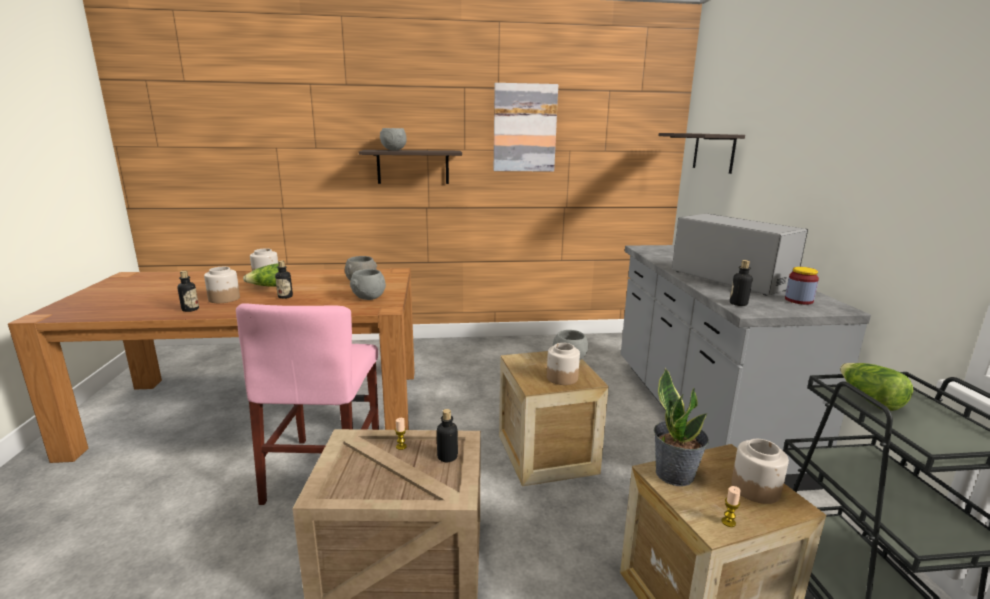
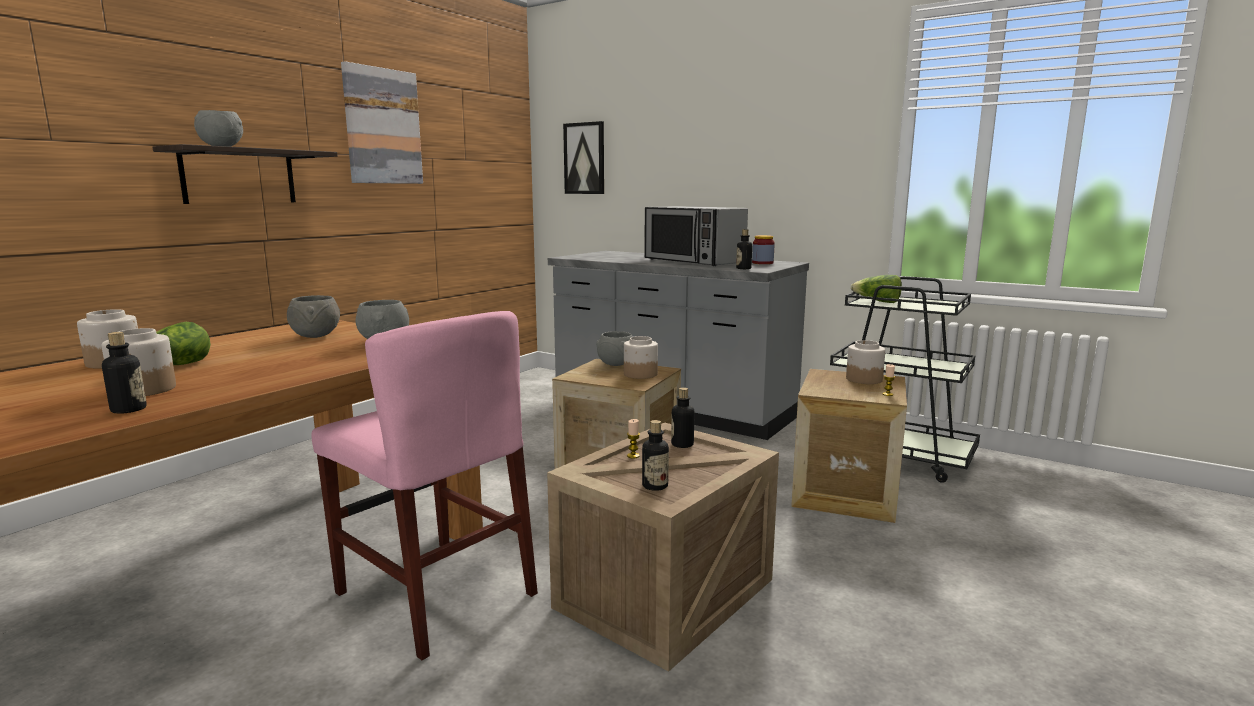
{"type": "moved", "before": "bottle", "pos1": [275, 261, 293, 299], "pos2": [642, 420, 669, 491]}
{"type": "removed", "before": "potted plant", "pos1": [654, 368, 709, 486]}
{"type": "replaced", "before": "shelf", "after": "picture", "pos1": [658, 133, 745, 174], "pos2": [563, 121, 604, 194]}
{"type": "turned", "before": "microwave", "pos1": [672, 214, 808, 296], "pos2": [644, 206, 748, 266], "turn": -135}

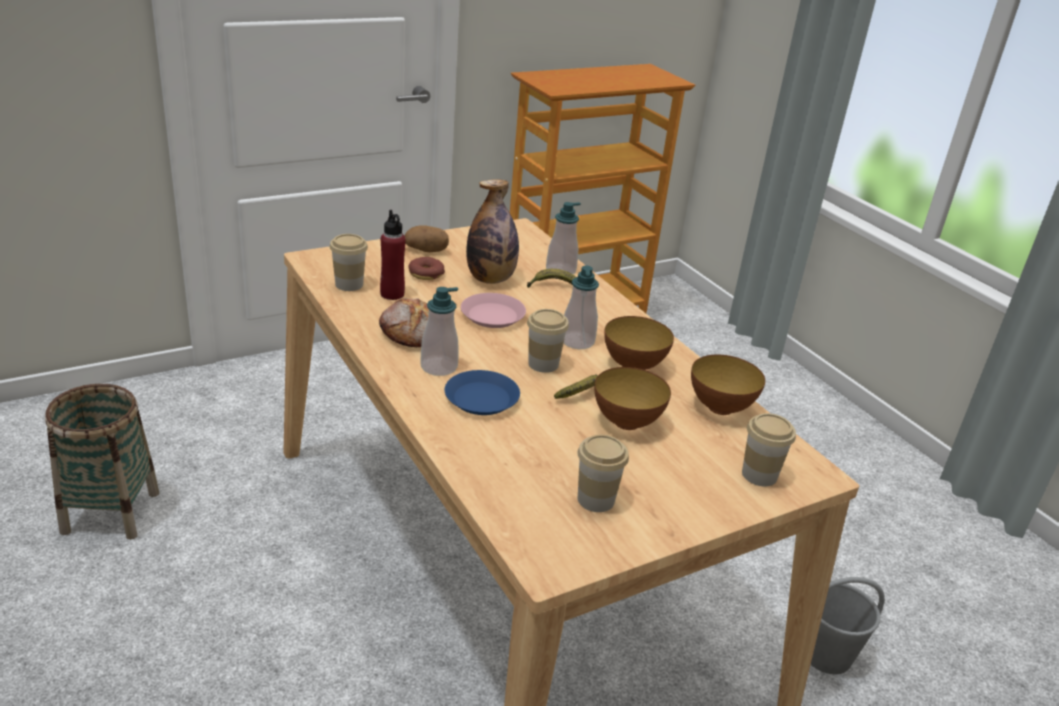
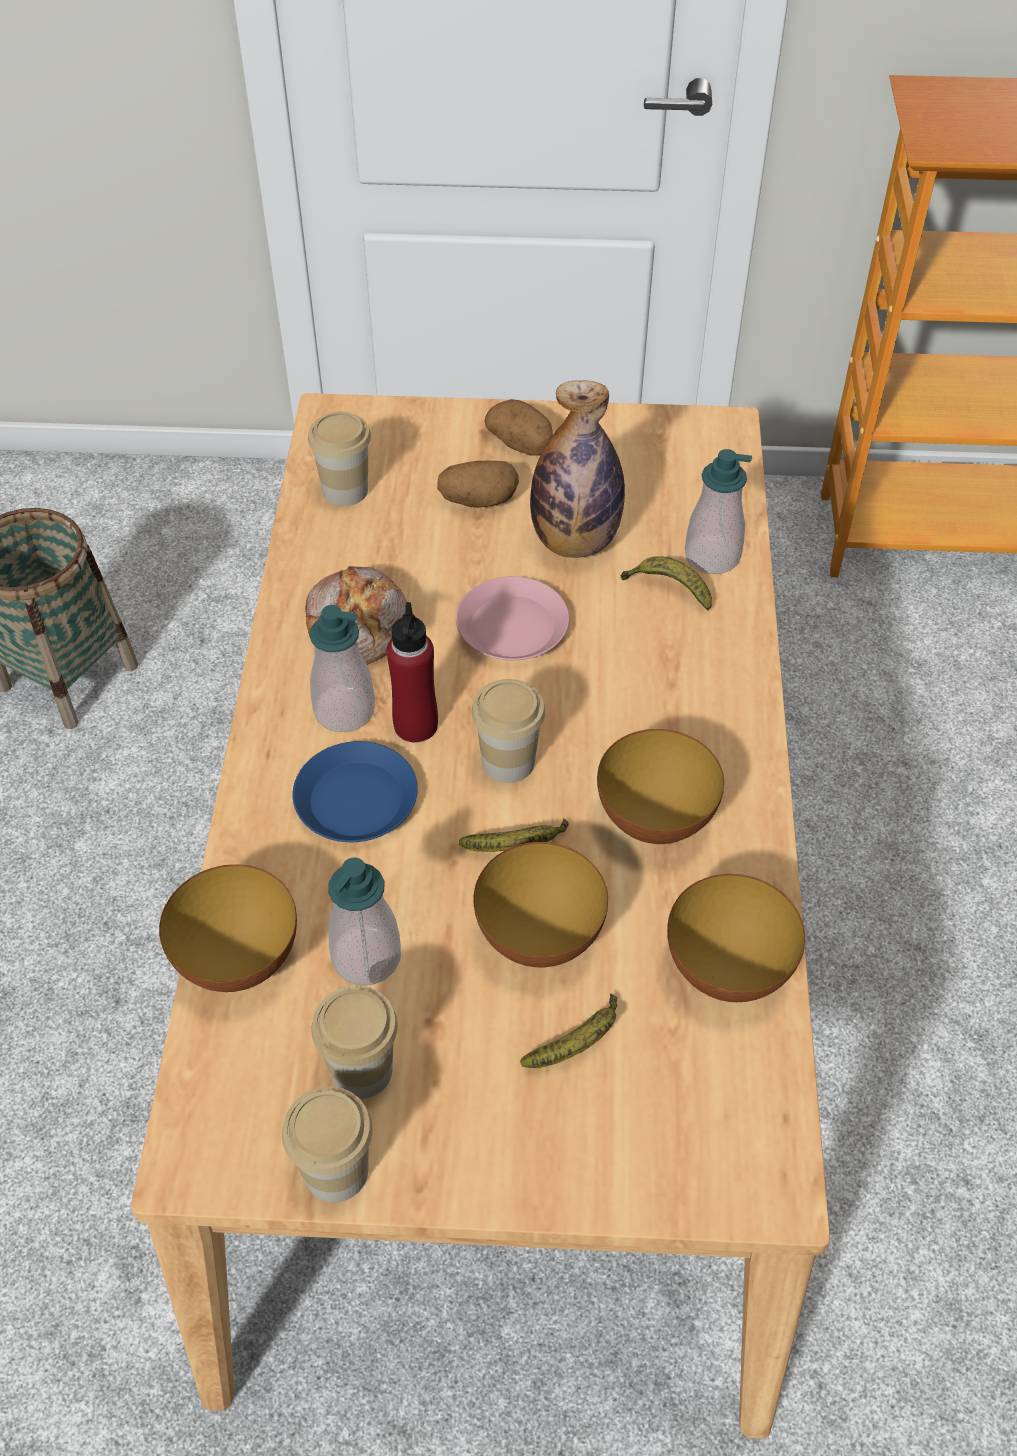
{"type": "moved", "before": "bottle (red)", "pos1": [380, 210, 405, 300], "pos2": [387, 602, 438, 743]}
{"type": "replaced", "before": "donut", "after": "potato", "pos1": [408, 257, 445, 280], "pos2": [437, 461, 519, 508]}
{"type": "moved", "before": "soap dispenser", "pos1": [564, 266, 599, 349], "pos2": [328, 858, 401, 985]}
{"type": "moved", "before": "cup", "pos1": [742, 413, 796, 487], "pos2": [282, 1086, 373, 1202]}
{"type": "removed", "before": "bucket (grey)", "pos1": [811, 577, 885, 674]}
{"type": "added", "after": "bowl", "pos2": [159, 864, 297, 992]}
{"type": "added", "after": "banana", "pos2": [520, 993, 618, 1068]}

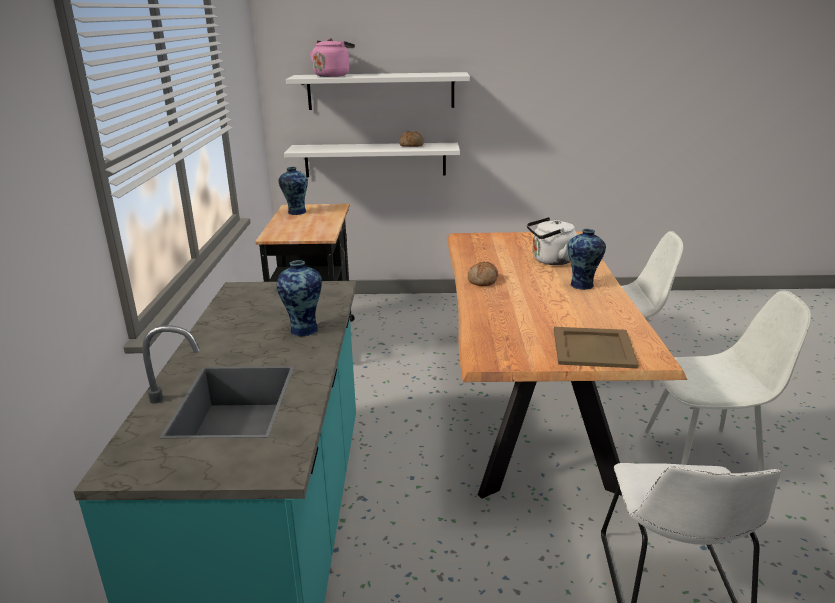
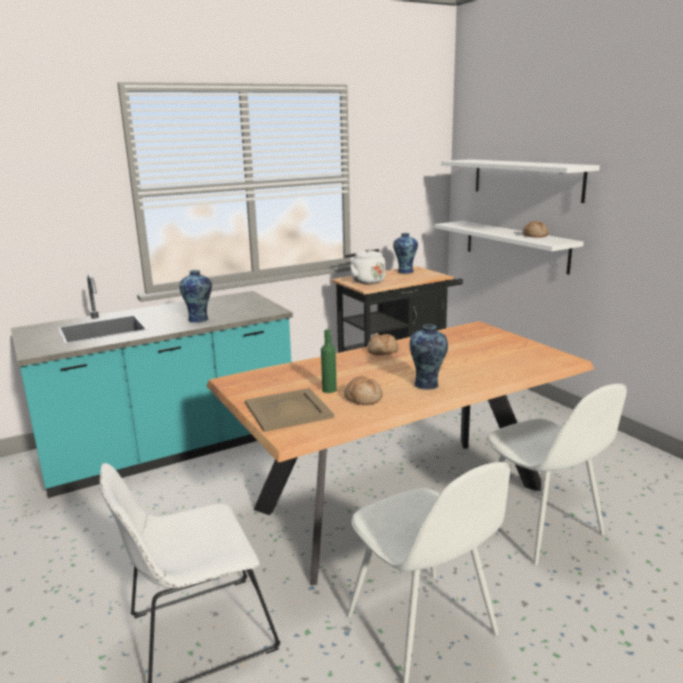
{"type": "removed", "before": "kettle (pink)", "pos1": [310, 38, 355, 77]}
{"type": "moved", "before": "kettle (white)", "pos1": [527, 217, 577, 265], "pos2": [345, 249, 385, 284]}
{"type": "added", "after": "bottle (green)", "pos2": [321, 329, 337, 393]}
{"type": "added", "after": "bread", "pos2": [344, 376, 383, 405]}

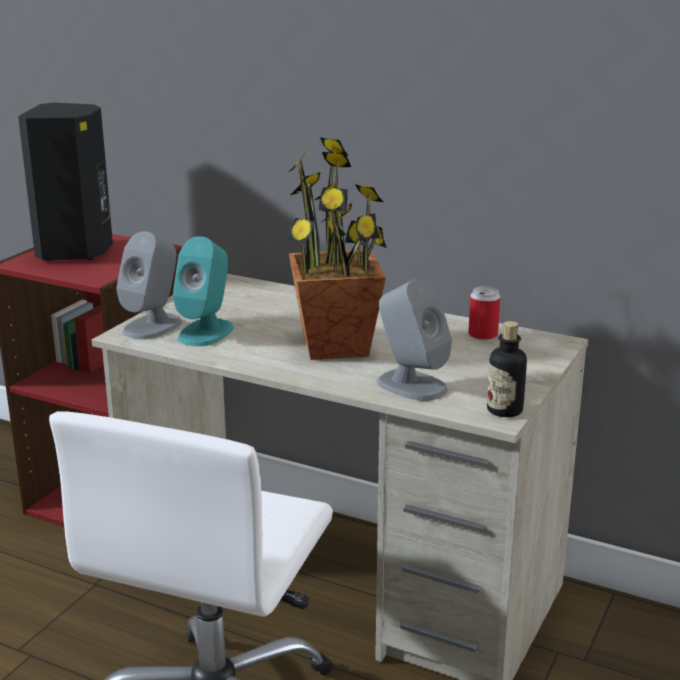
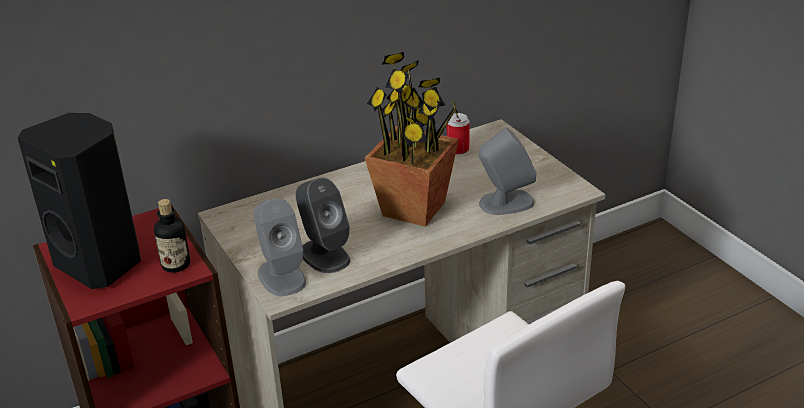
{"type": "recoloured", "before": "speaker (turquoise)", "after": "speaker (grey)", "pos1": [173, 236, 233, 346], "pos2": [296, 178, 350, 273]}
{"type": "moved", "before": "bottle", "pos1": [487, 321, 527, 417], "pos2": [154, 199, 190, 273]}

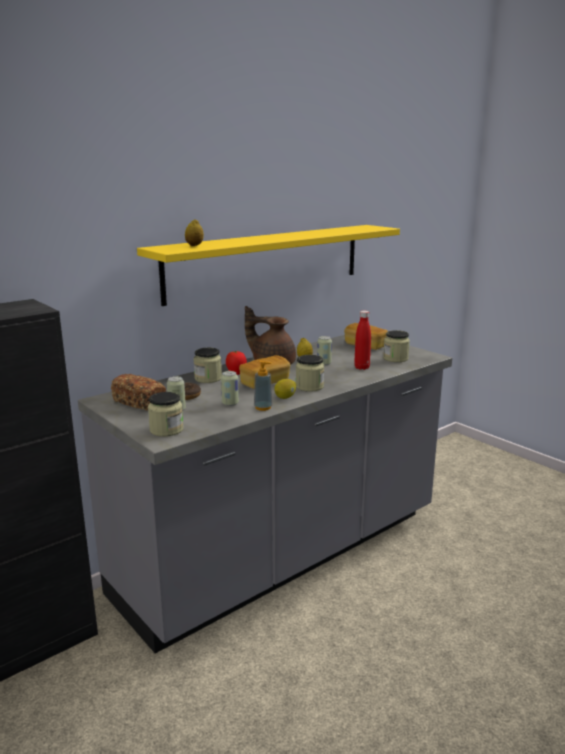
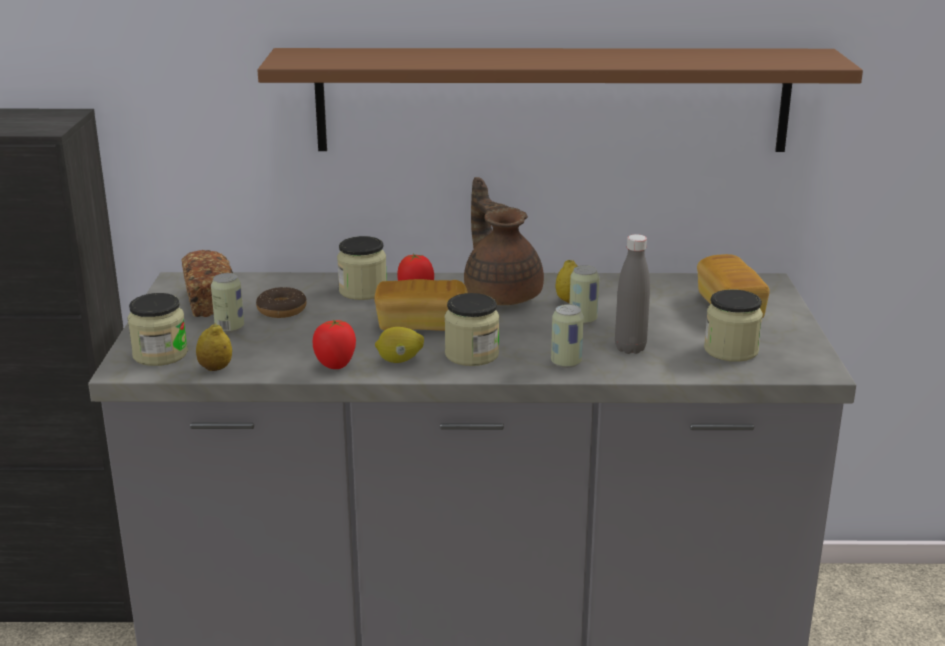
{"type": "recoloured", "before": "shelf (yellow)", "after": "shelf (brown)", "pos1": [137, 225, 400, 306], "pos2": [257, 48, 863, 152]}
{"type": "moved", "before": "lemon", "pos1": [185, 219, 204, 246], "pos2": [196, 323, 232, 371]}
{"type": "moved", "before": "can", "pos1": [221, 371, 239, 406], "pos2": [551, 304, 584, 368]}
{"type": "replaced", "before": "soap dispenser", "after": "tomato", "pos1": [254, 360, 273, 411], "pos2": [313, 319, 356, 369]}
{"type": "recoloured", "before": "bottle (red)", "after": "bottle (grey)", "pos1": [354, 311, 371, 370], "pos2": [615, 234, 650, 354]}

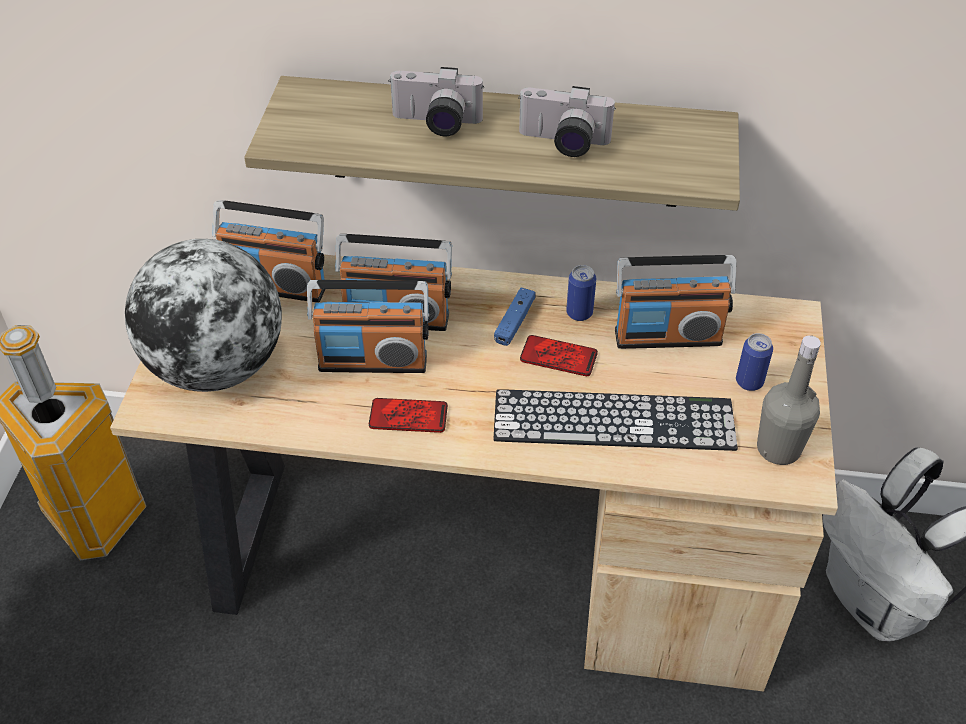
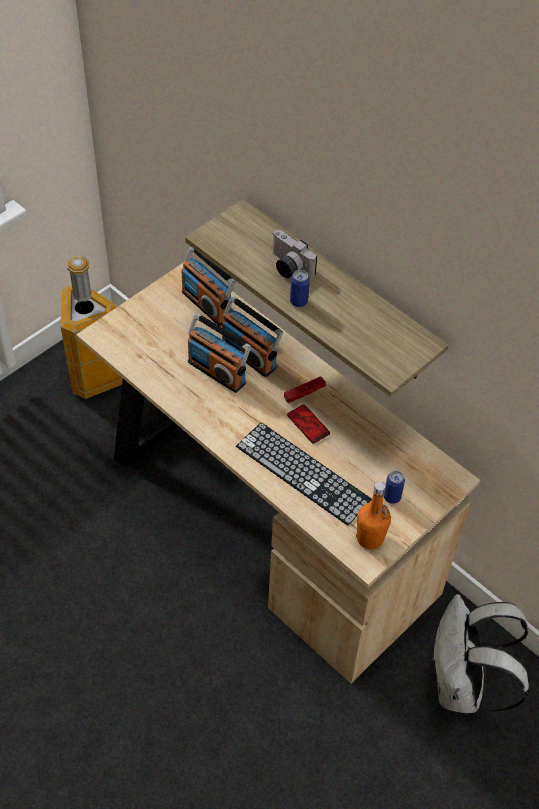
{"type": "removed", "before": "globe", "pos1": [125, 239, 282, 392]}
{"type": "removed", "before": "phone", "pos1": [369, 398, 448, 433]}
{"type": "recoloured", "before": "game controller (blue)", "after": "game controller (red)", "pos1": [494, 288, 535, 346], "pos2": [284, 376, 326, 403]}
{"type": "removed", "before": "photo camera", "pos1": [518, 86, 616, 157]}
{"type": "moved", "before": "can", "pos1": [566, 265, 596, 321], "pos2": [290, 270, 310, 307]}
{"type": "removed", "before": "radio", "pos1": [615, 255, 736, 349]}
{"type": "recoloured", "before": "bottle (grey)", "after": "bottle (orange)", "pos1": [757, 335, 821, 465], "pos2": [356, 482, 391, 550]}

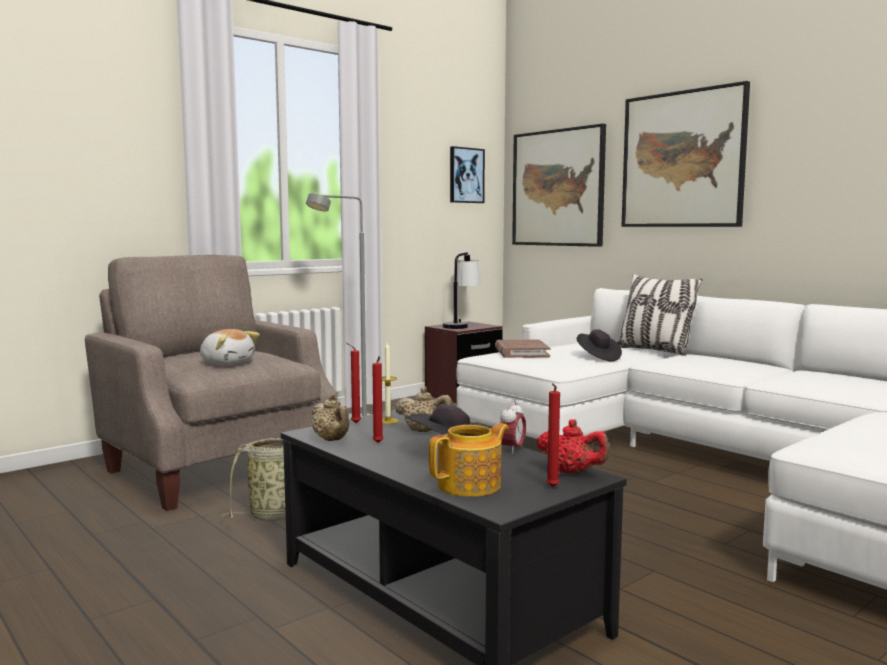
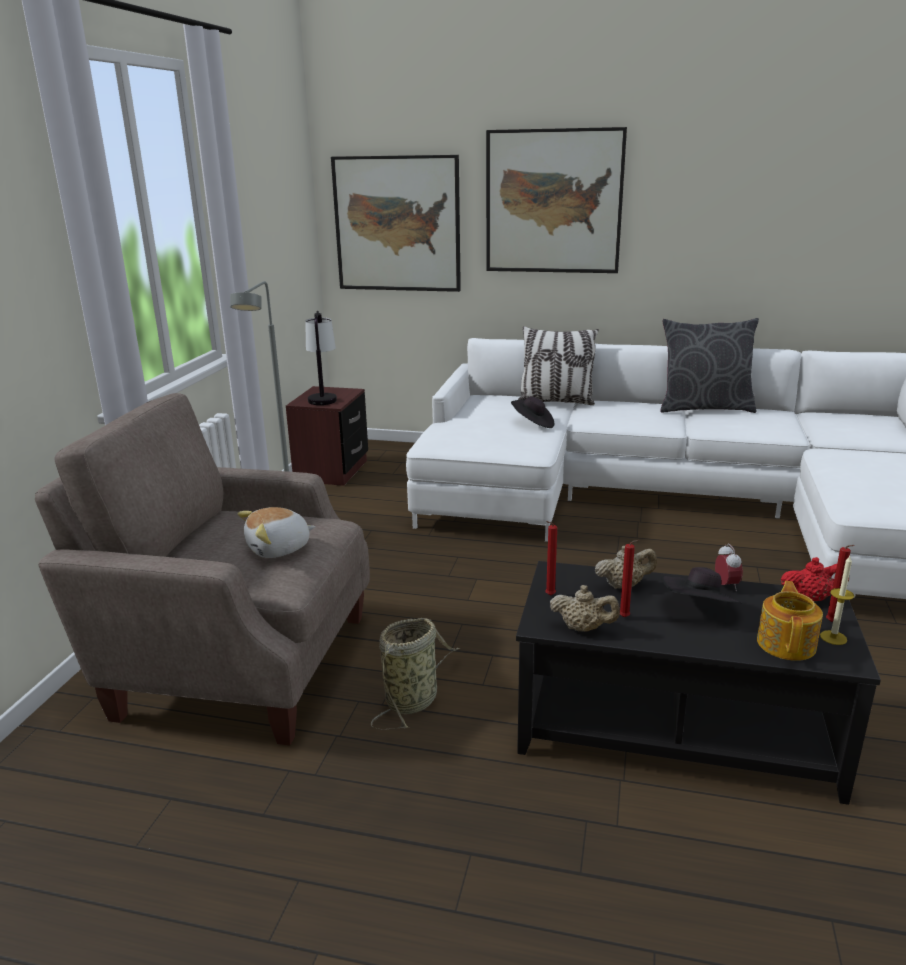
{"type": "turned", "before": "plush toy", "pos1": [200, 329, 260, 365], "pos2": [238, 507, 315, 558], "turn": 150}
{"type": "moved", "before": "candle", "pos1": [382, 343, 399, 424], "pos2": [820, 556, 854, 645]}
{"type": "removed", "before": "picture", "pos1": [450, 146, 485, 203]}
{"type": "removed", "before": "book (brown)", "pos1": [495, 339, 550, 358]}
{"type": "added", "after": "pillow (grey)", "pos2": [660, 318, 759, 413]}

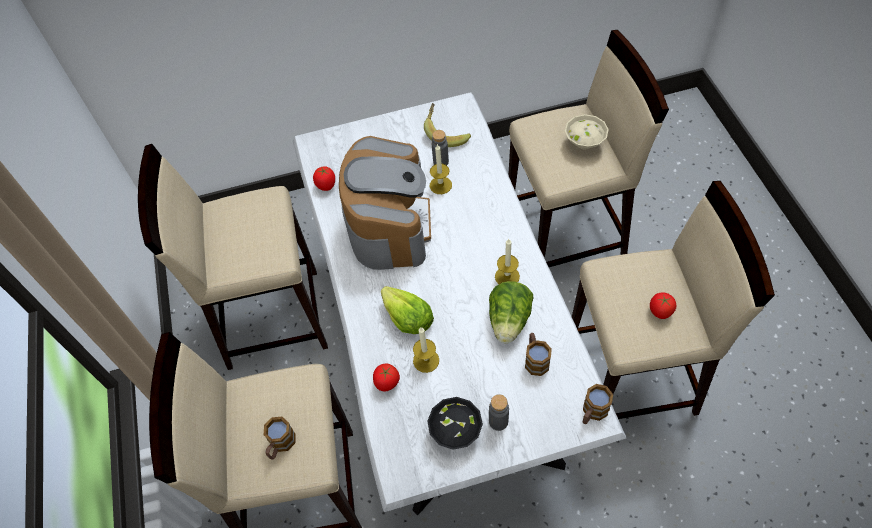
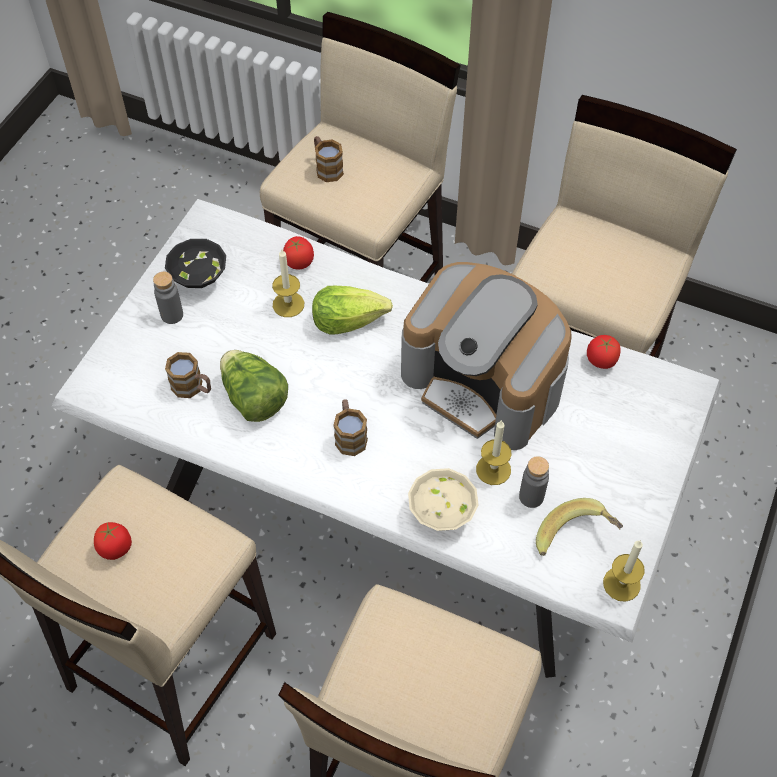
{"type": "moved", "before": "candle", "pos1": [495, 239, 520, 284], "pos2": [603, 540, 645, 602]}
{"type": "moved", "before": "bowl (beige)", "pos1": [565, 114, 609, 150], "pos2": [408, 468, 478, 531]}
{"type": "moved", "before": "mug", "pos1": [583, 384, 613, 424], "pos2": [333, 399, 368, 456]}

